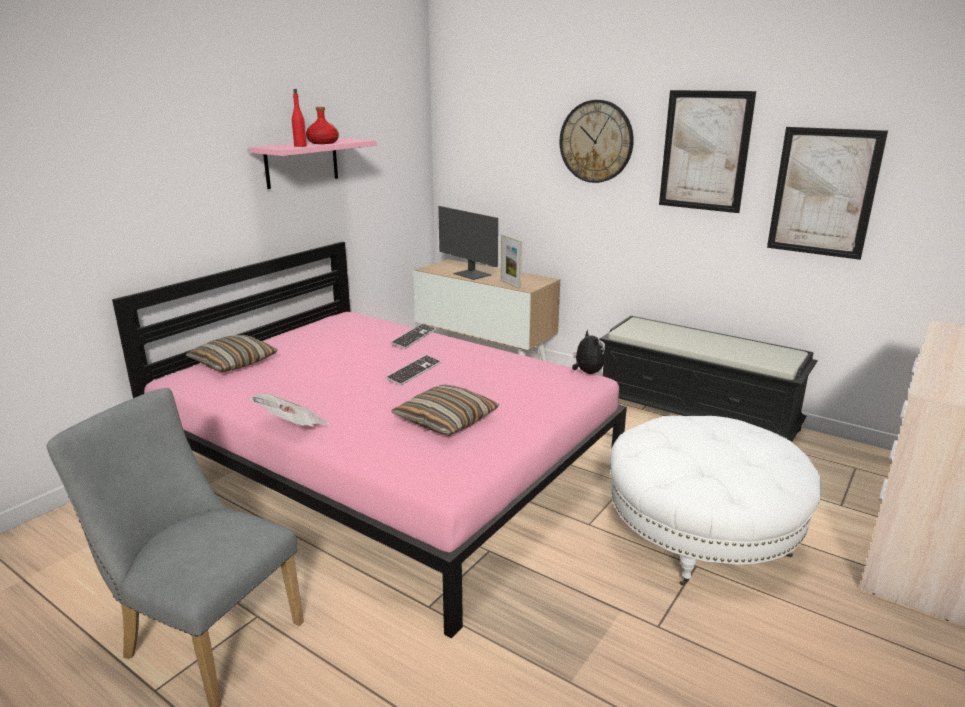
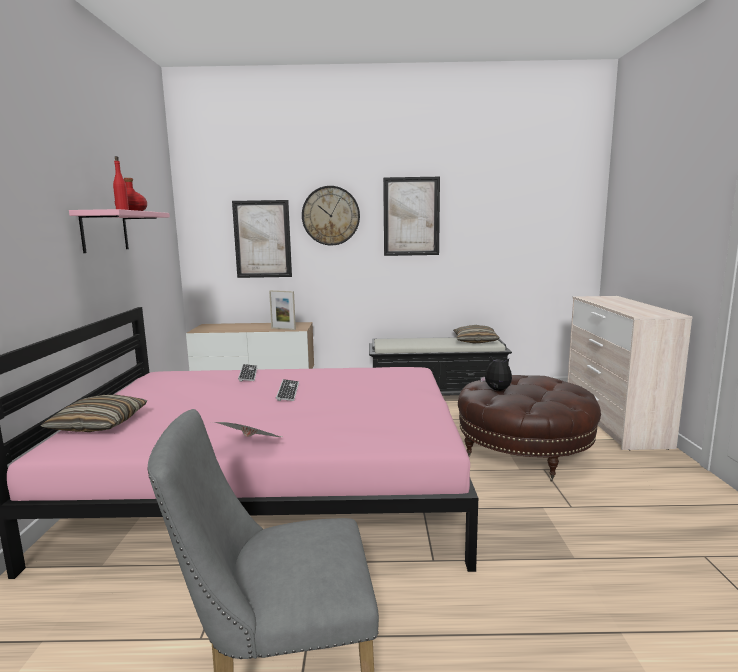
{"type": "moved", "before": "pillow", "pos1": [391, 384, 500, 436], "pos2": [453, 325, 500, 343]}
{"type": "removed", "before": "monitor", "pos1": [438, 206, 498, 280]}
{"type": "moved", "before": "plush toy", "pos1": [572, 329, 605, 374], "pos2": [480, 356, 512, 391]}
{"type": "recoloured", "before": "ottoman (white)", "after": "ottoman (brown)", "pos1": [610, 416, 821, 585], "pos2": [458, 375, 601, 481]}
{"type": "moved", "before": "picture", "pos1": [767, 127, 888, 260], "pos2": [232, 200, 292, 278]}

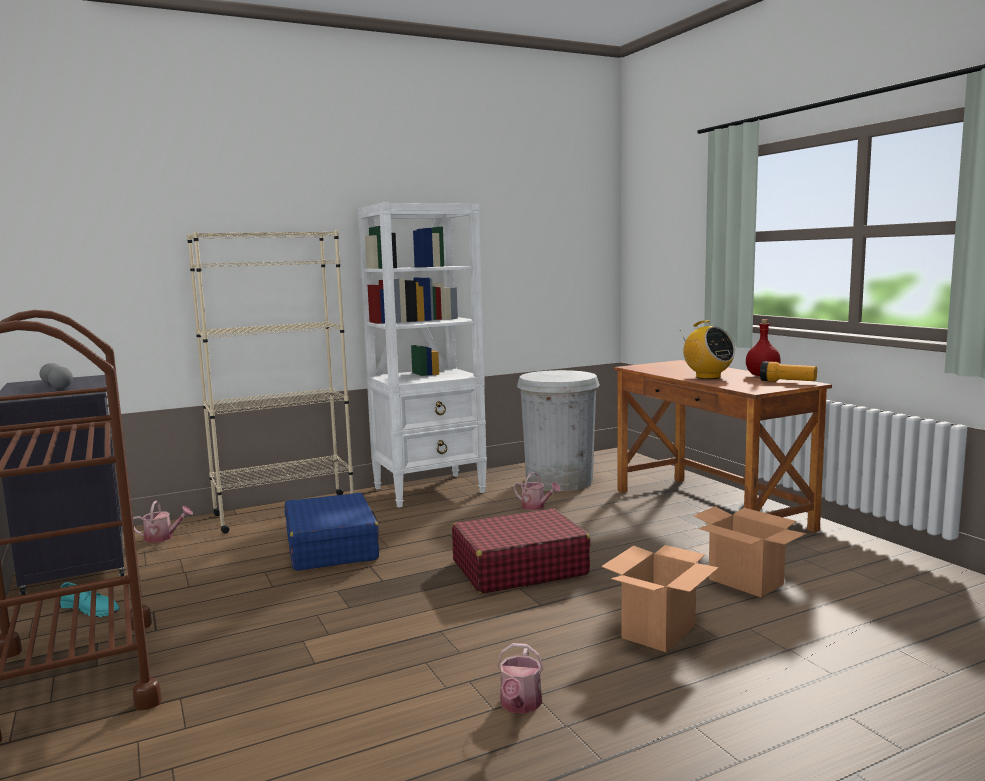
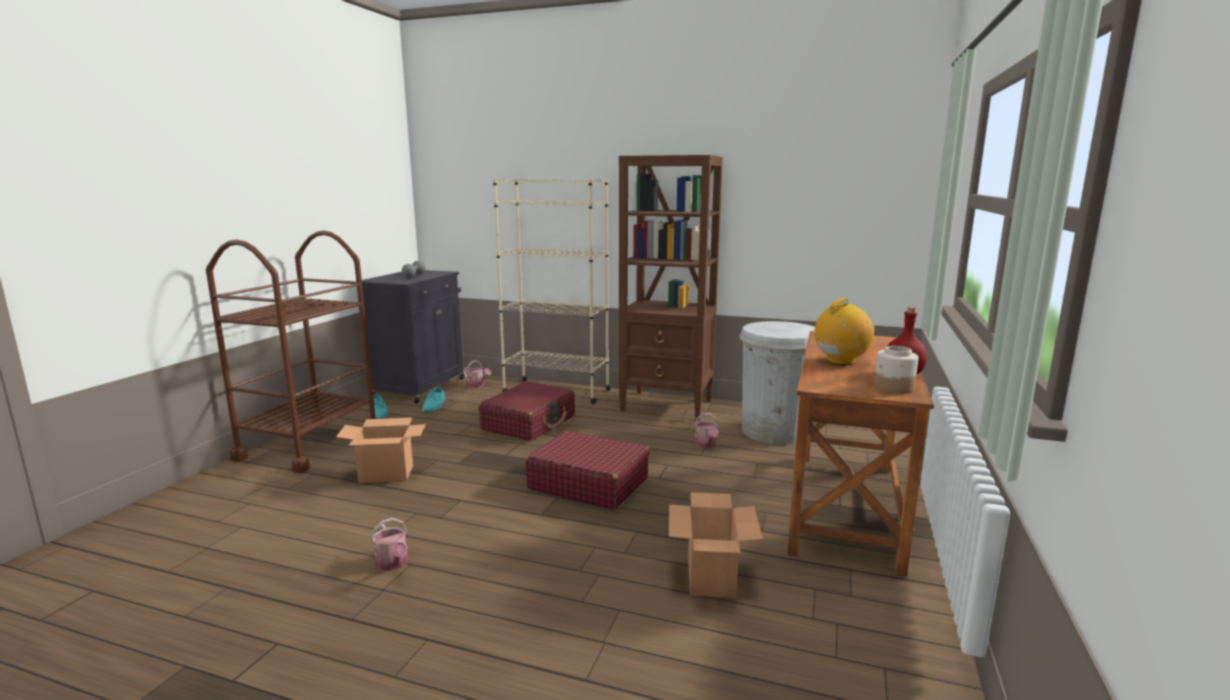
{"type": "recoloured", "before": "suitcase (blue)", "after": "suitcase (red)", "pos1": [285, 493, 379, 571], "pos2": [479, 382, 575, 441]}
{"type": "recoloured", "before": "bookcase (white)", "after": "bookcase (brown)", "pos1": [357, 203, 487, 508], "pos2": [618, 155, 723, 420]}
{"type": "turned", "before": "watering can", "pos1": [497, 643, 544, 714], "pos2": [371, 518, 408, 570], "turn": -90}
{"type": "moved", "before": "cardboard box", "pos1": [601, 545, 719, 652], "pos2": [336, 418, 426, 483]}
{"type": "turned", "before": "radio", "pos1": [680, 320, 735, 379], "pos2": [814, 298, 874, 365], "turn": -135}
{"type": "replaced", "before": "flashlight", "after": "jar", "pos1": [760, 361, 817, 382], "pos2": [874, 346, 918, 394]}
{"type": "added", "after": "shoe (turquoise)", "pos2": [422, 387, 445, 412]}

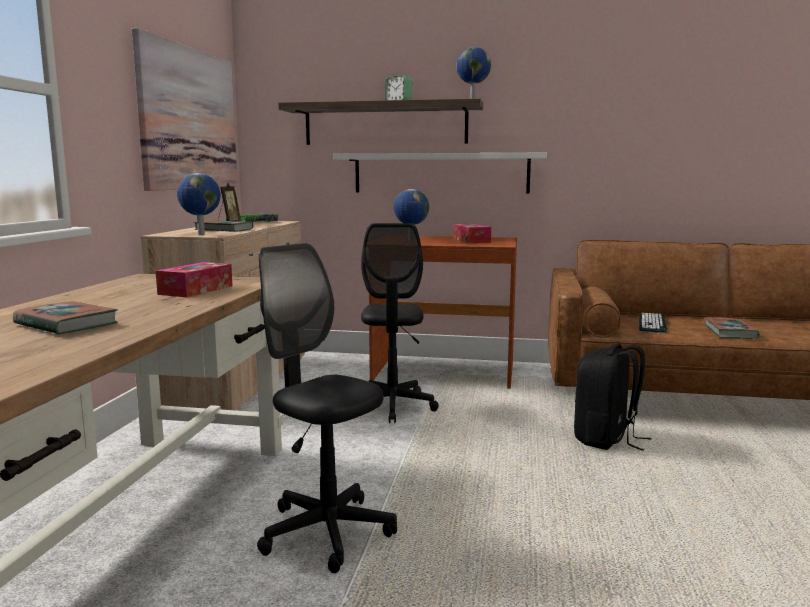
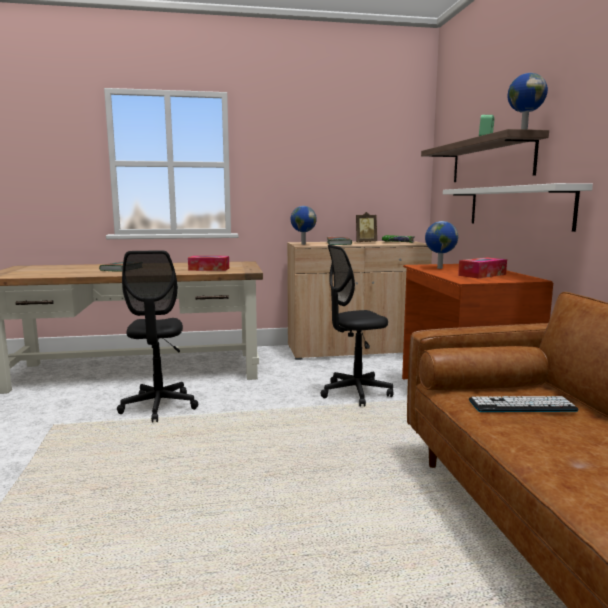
{"type": "removed", "before": "picture", "pos1": [132, 28, 237, 191]}
{"type": "turned", "before": "office chair (black)", "pos1": [257, 243, 397, 573], "pos2": [117, 250, 198, 423], "turn": 150}
{"type": "removed", "before": "backpack (black)", "pos1": [574, 344, 651, 451]}
{"type": "removed", "before": "book", "pos1": [705, 317, 760, 339]}

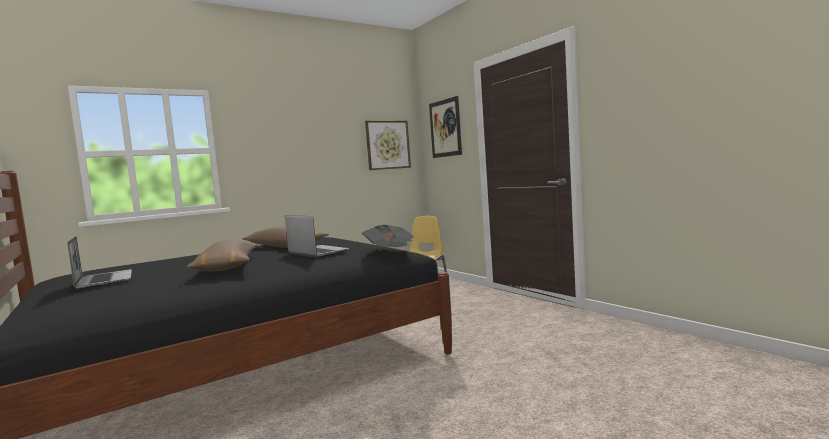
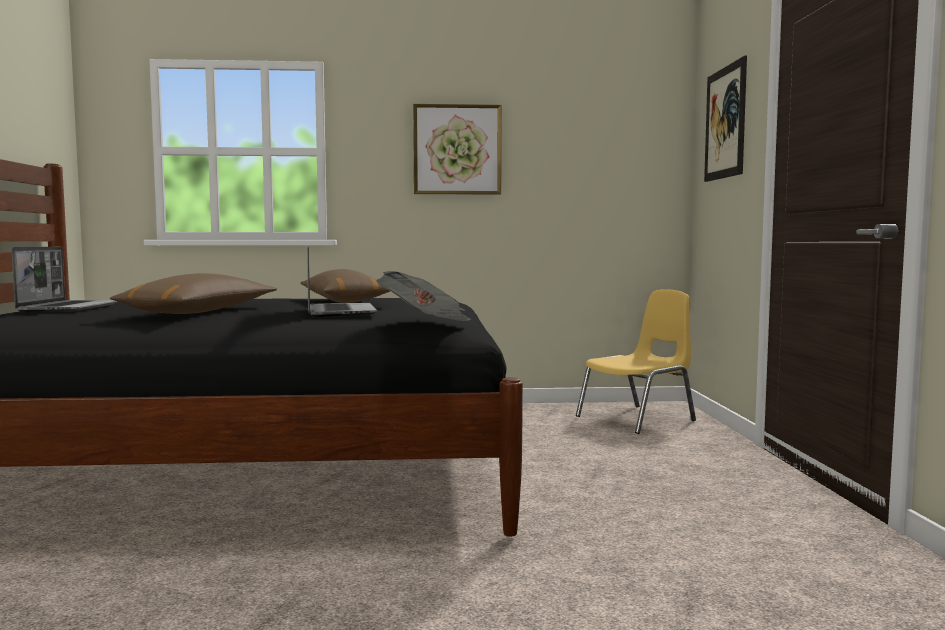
{"type": "moved", "before": "picture", "pos1": [365, 121, 411, 170], "pos2": [413, 104, 501, 195]}

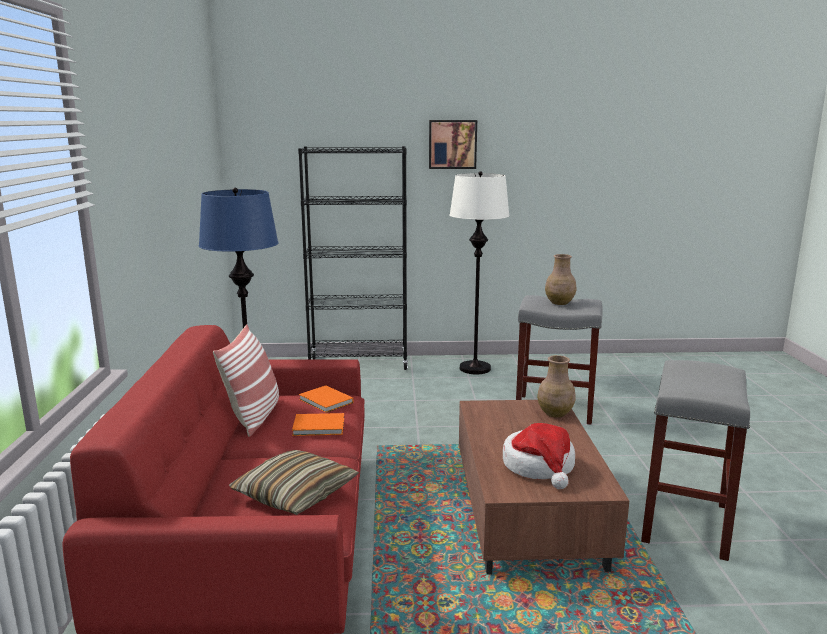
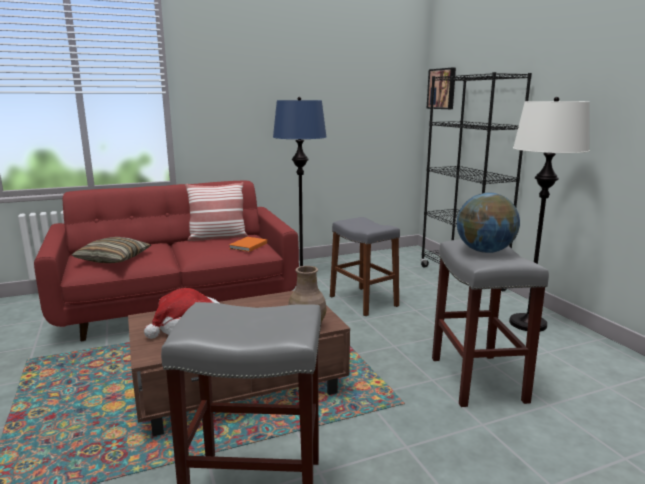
{"type": "removed", "before": "book (orange)", "pos1": [292, 413, 344, 436]}
{"type": "moved", "before": "picture", "pos1": [429, 120, 477, 169], "pos2": [427, 68, 456, 109]}
{"type": "replaced", "before": "vase (brown)", "after": "globe", "pos1": [545, 254, 576, 305], "pos2": [457, 192, 520, 253]}
{"type": "added", "after": "stool (grey)", "pos2": [330, 217, 400, 316]}

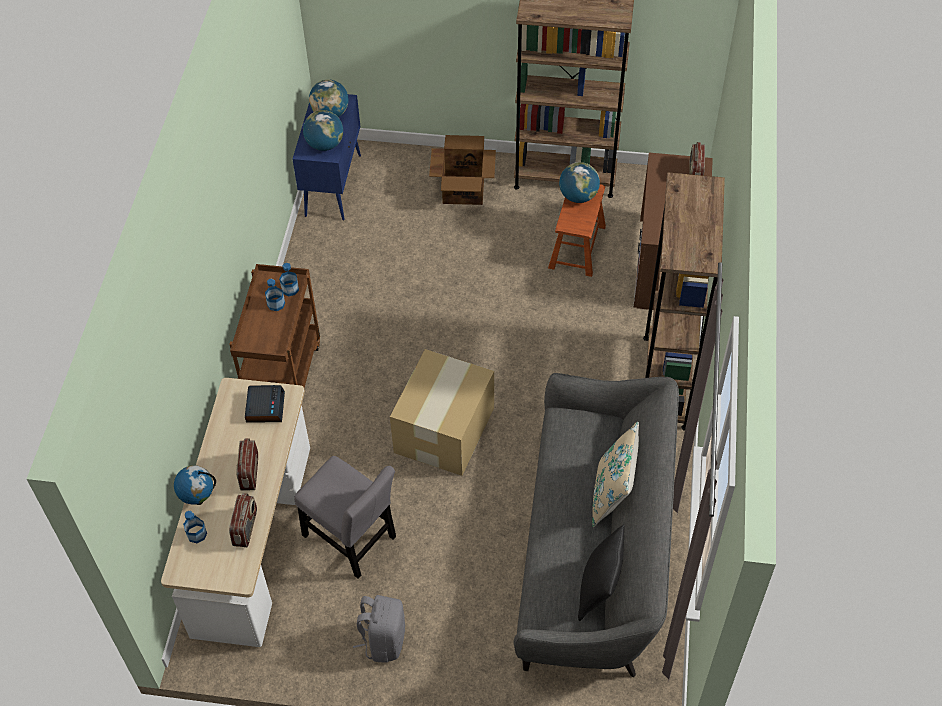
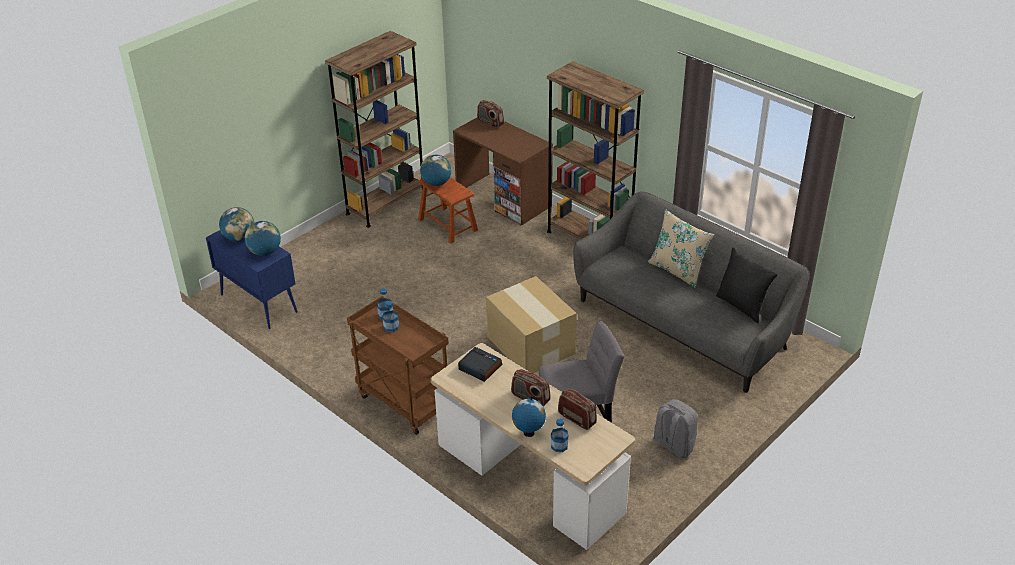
{"type": "removed", "before": "cardboard box", "pos1": [429, 135, 496, 205]}

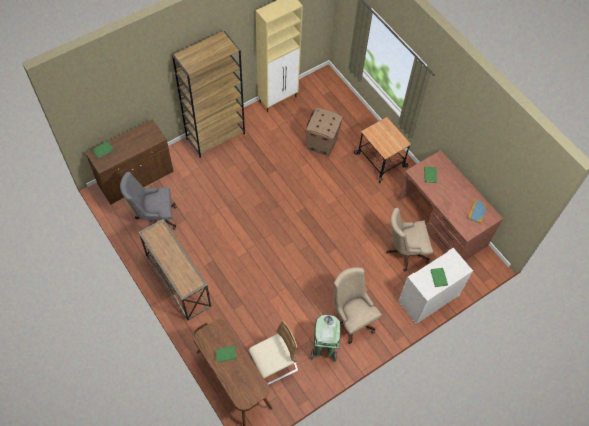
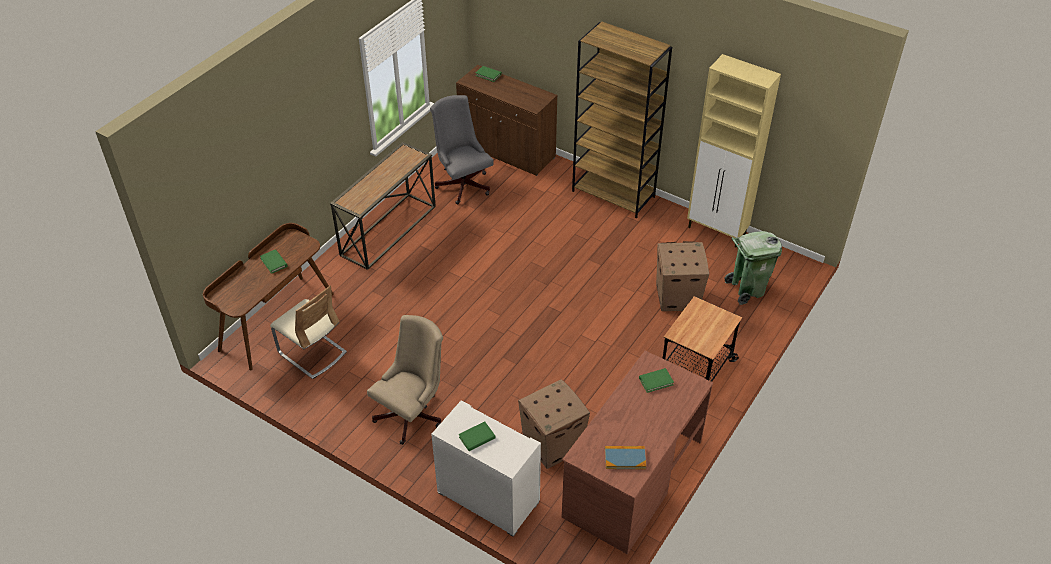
{"type": "moved", "before": "trash can (green)", "pos1": [310, 315, 341, 362], "pos2": [724, 231, 782, 305]}
{"type": "replaced", "before": "office chair (beige)", "after": "cardboard box", "pos1": [386, 208, 433, 271], "pos2": [518, 379, 590, 469]}

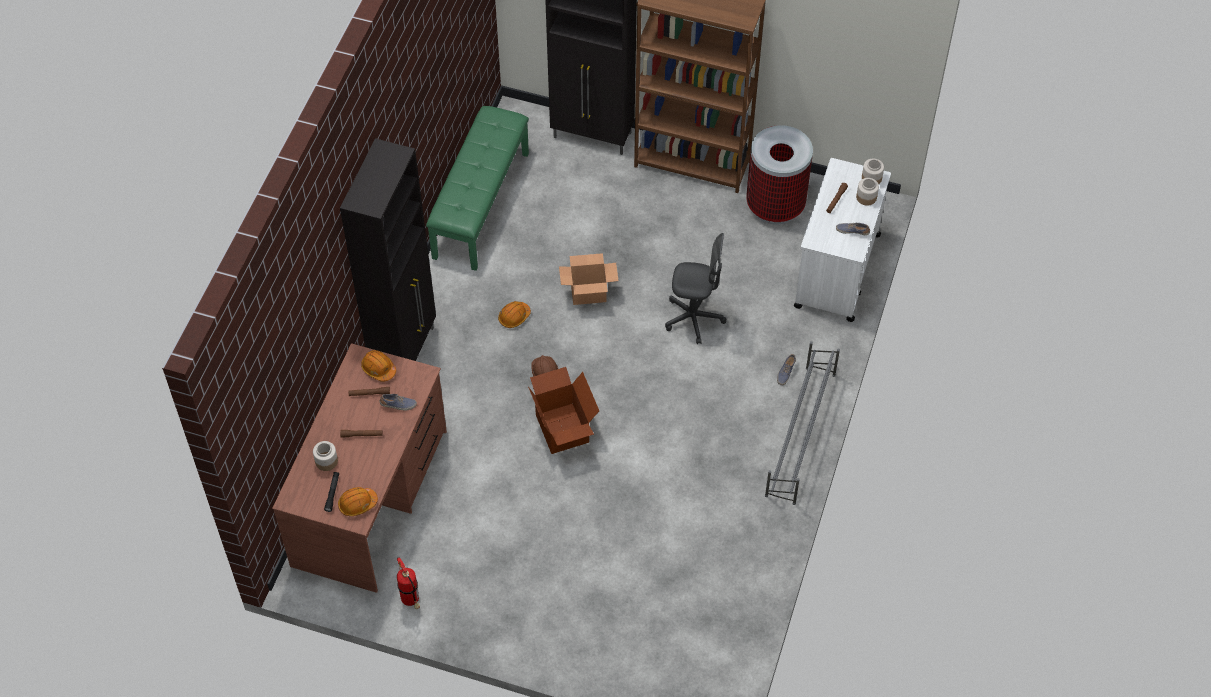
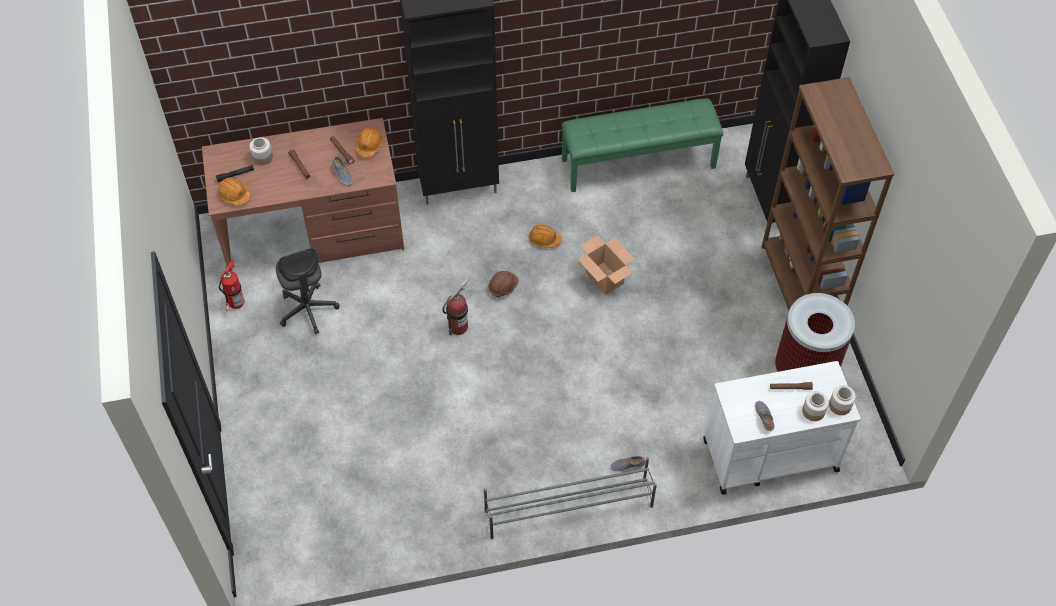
{"type": "replaced", "before": "cardboard box", "after": "fire extinguisher", "pos1": [528, 367, 599, 454], "pos2": [442, 277, 470, 335]}
{"type": "moved", "before": "office chair (grey)", "pos1": [665, 233, 726, 344], "pos2": [276, 248, 339, 335]}

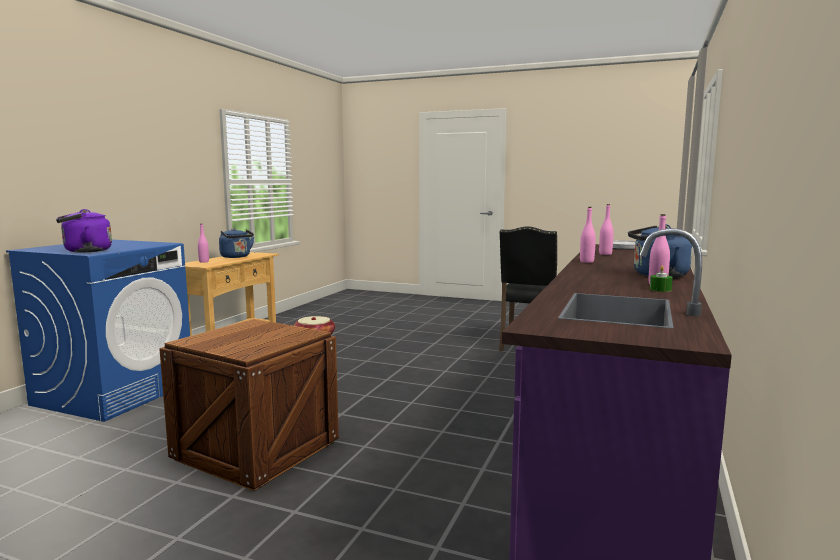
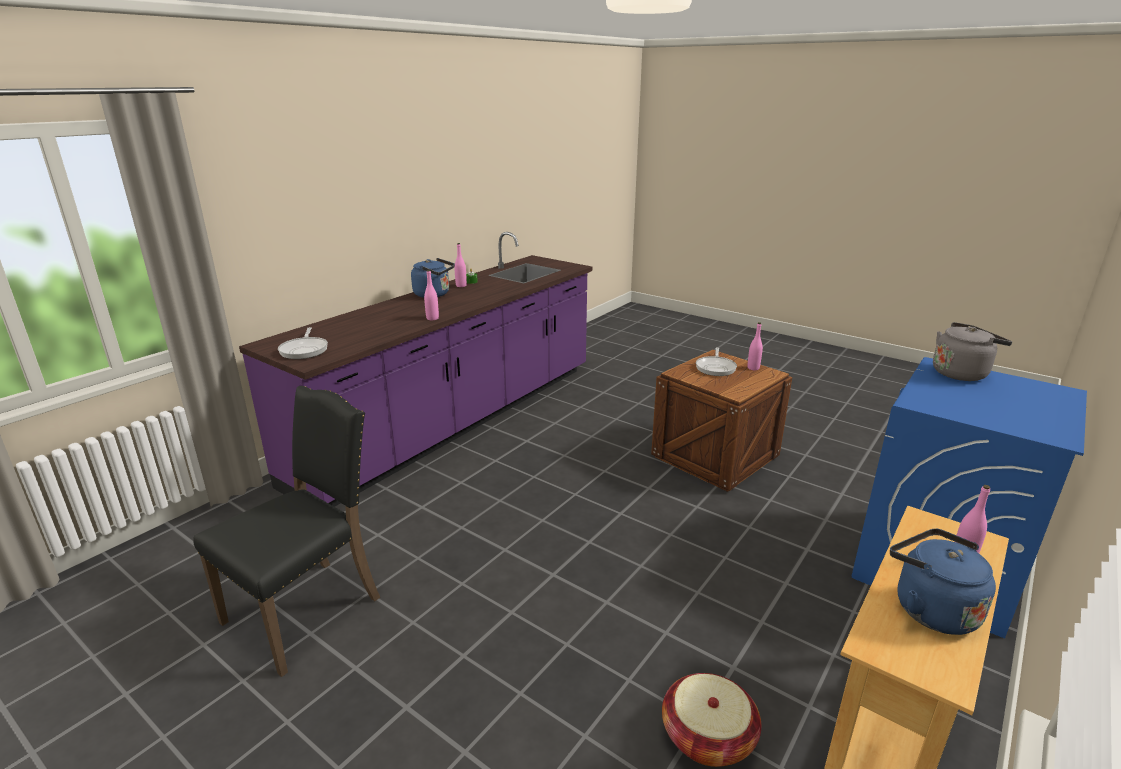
{"type": "recoloured", "before": "kettle (purple)", "after": "kettle (grey)", "pos1": [56, 209, 112, 253], "pos2": [933, 322, 1012, 381]}
{"type": "moved", "before": "bottle (pink)", "pos1": [599, 204, 614, 255], "pos2": [747, 322, 763, 370]}
{"type": "added", "after": "frying pan", "pos2": [696, 348, 737, 376]}

